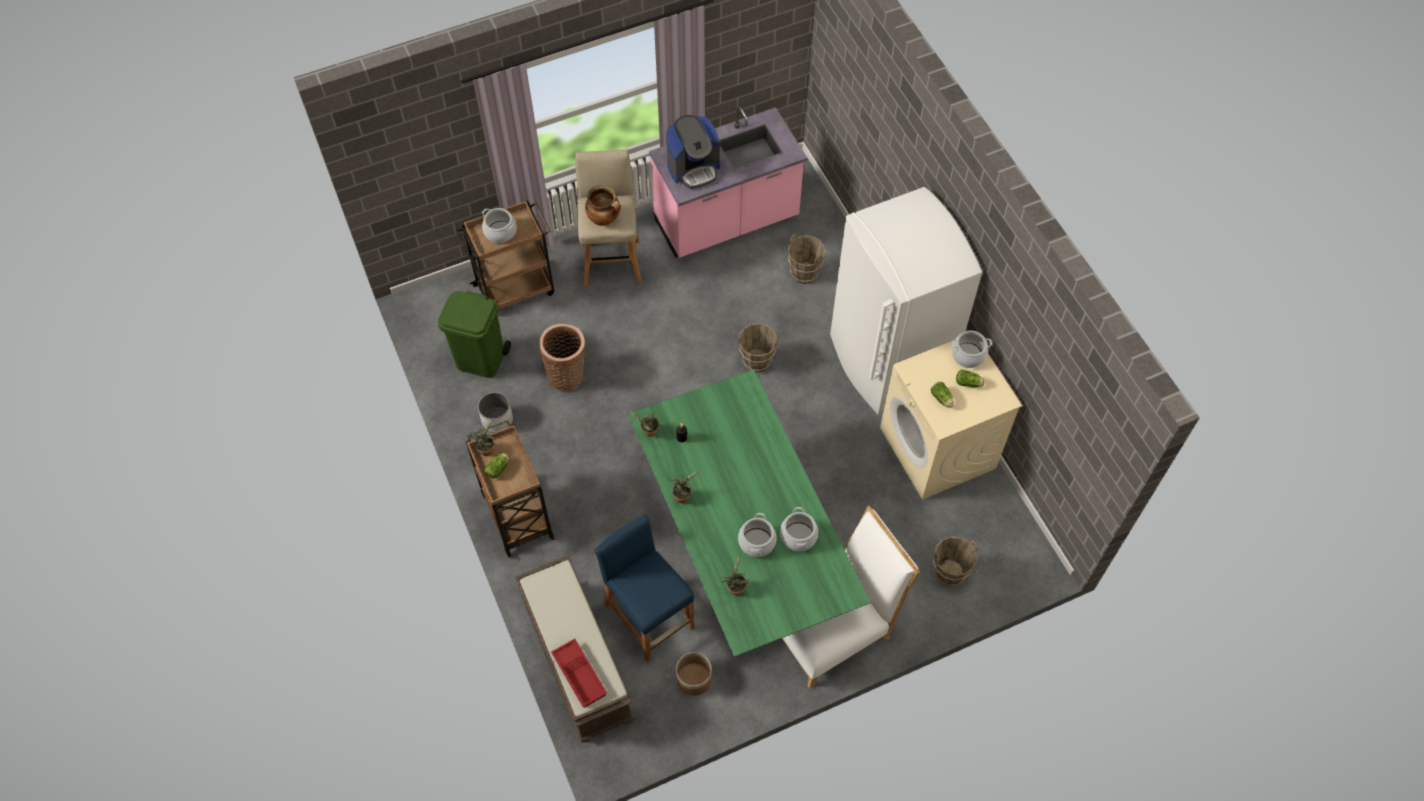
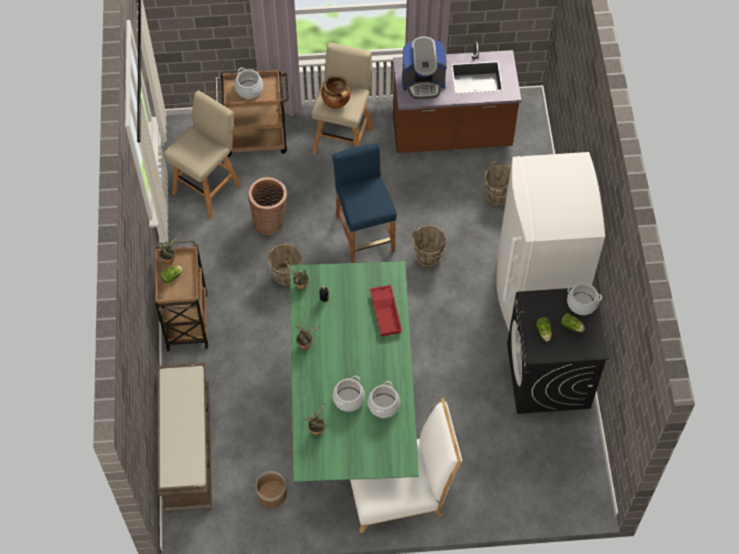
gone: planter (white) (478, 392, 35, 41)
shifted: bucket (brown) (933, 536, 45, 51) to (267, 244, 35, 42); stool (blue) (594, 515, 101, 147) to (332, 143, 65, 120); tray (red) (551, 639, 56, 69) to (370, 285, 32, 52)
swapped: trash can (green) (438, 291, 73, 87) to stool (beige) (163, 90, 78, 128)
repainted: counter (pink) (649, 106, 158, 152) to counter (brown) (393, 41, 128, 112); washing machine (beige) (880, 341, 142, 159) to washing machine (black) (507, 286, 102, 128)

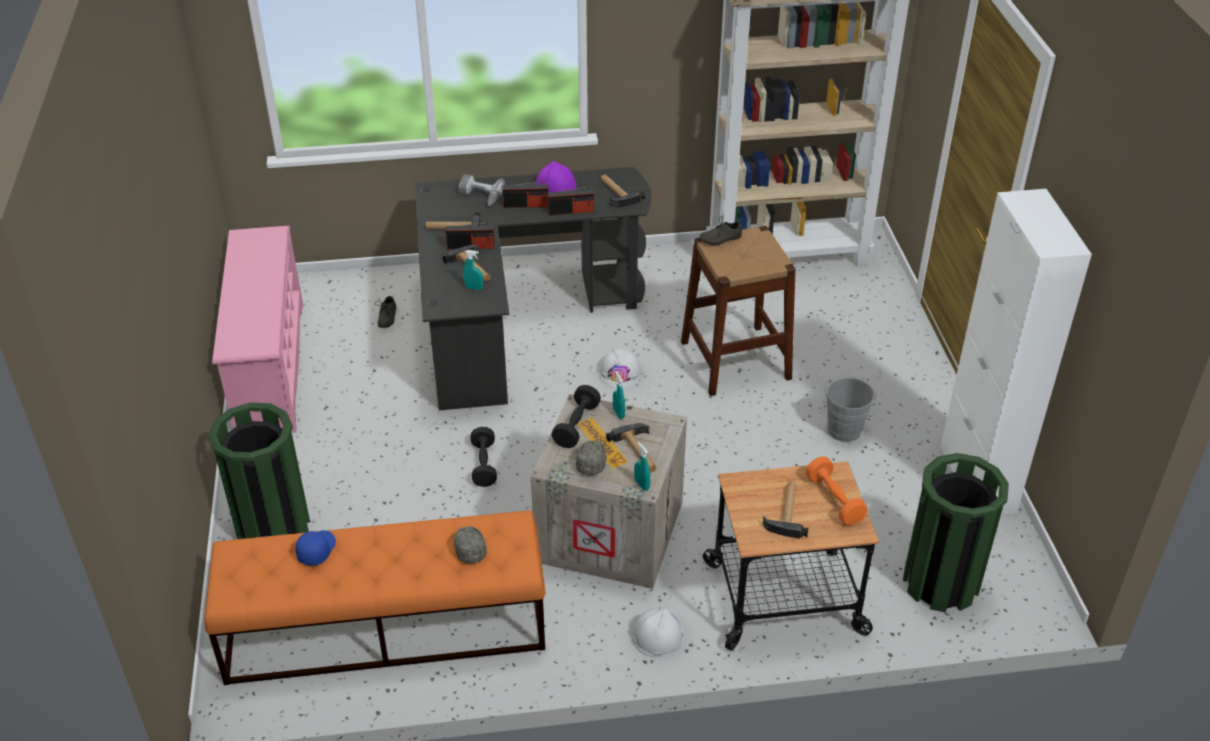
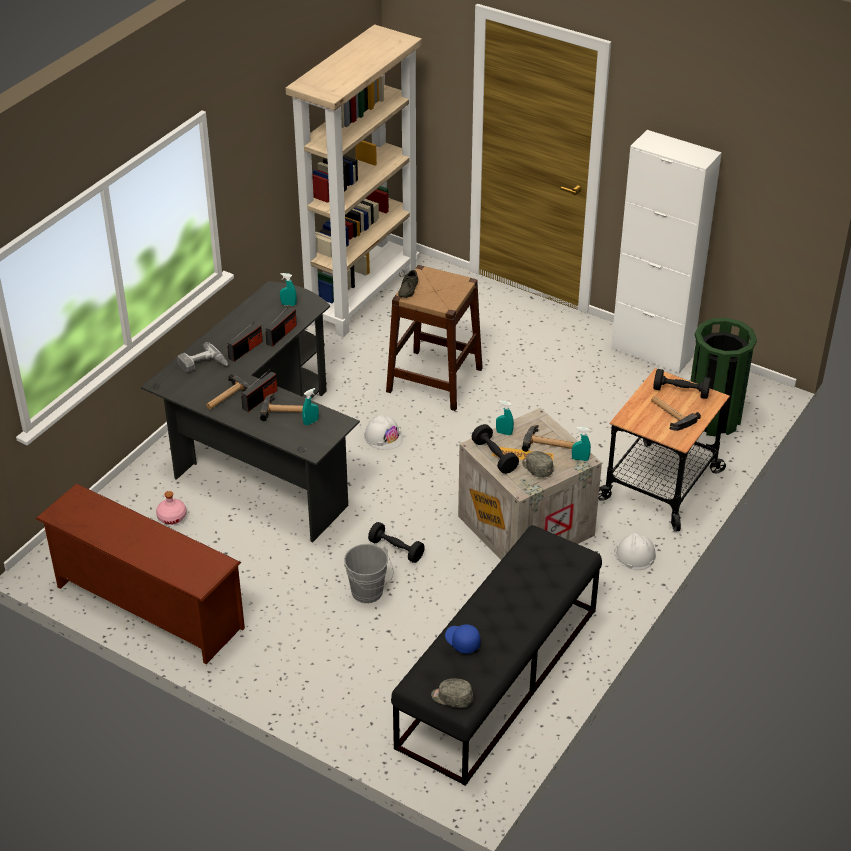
gone: trash can (green) (208, 403, 102, 136); hard hat (purple) (534, 161, 43, 31)
shifted: bucket (grey) (824, 377, 53, 65) to (344, 544, 49, 60); cap (grey) (454, 526, 33, 38) to (431, 679, 42, 29)
swapped: shoe (grey) (375, 296, 21, 32) to bottle (pink) (156, 491, 31, 34); hammer (601, 174, 44, 34) to spray bottle (turquoise) (280, 273, 17, 33)
repainted: shoe rack (pink) (212, 226, 91, 207) to shoe rack (brown) (35, 483, 210, 181); bench (orange) (204, 510, 342, 175) to bench (black) (391, 525, 211, 261); dumbbell (orange) (806, 456, 62, 69) to dumbbell (black) (653, 369, 58, 30)

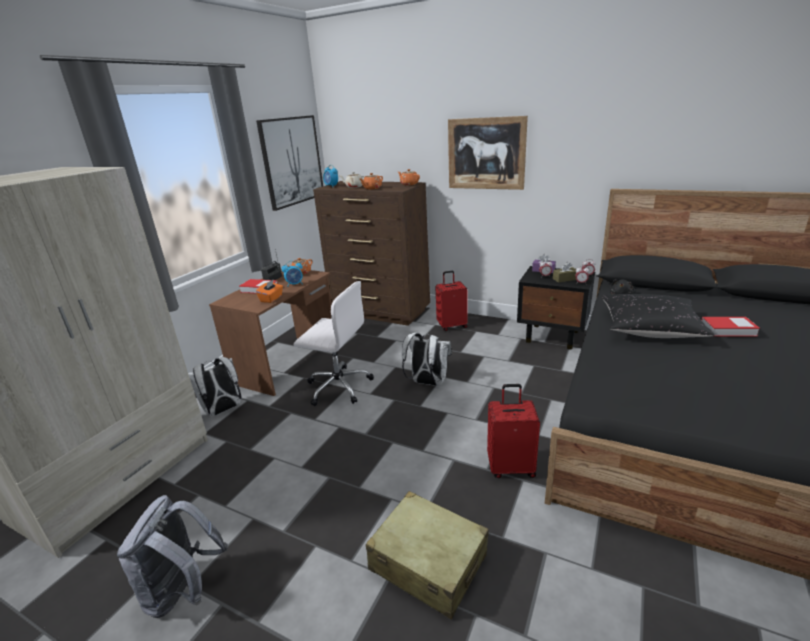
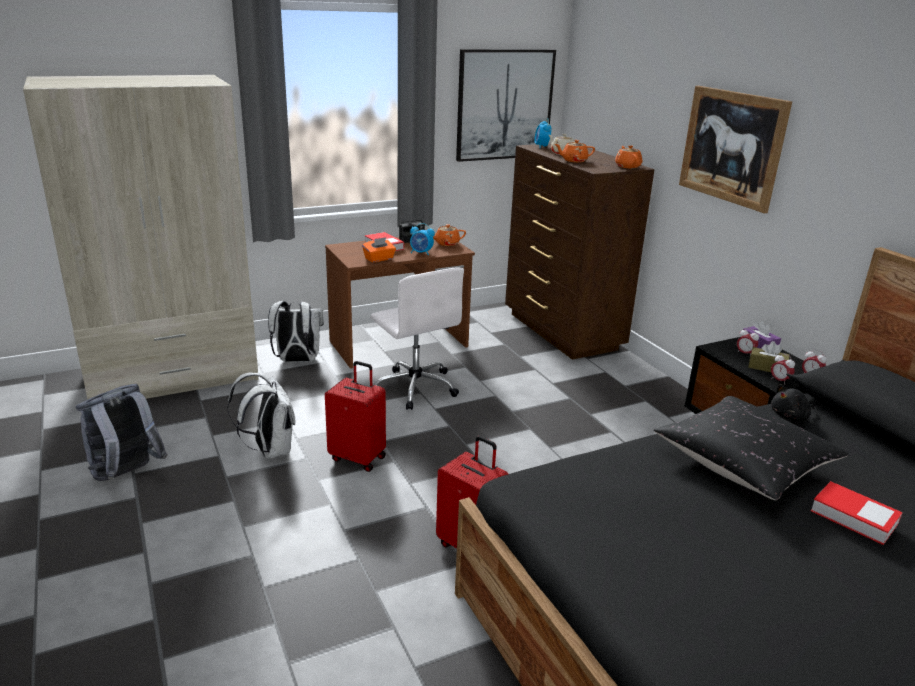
gone: suitcase (beige) (366, 491, 123, 129)
shifted: backpack (white) (402, 333, 50, 53) to (227, 372, 69, 87); suitcase (red) (435, 271, 32, 60) to (325, 361, 61, 111)

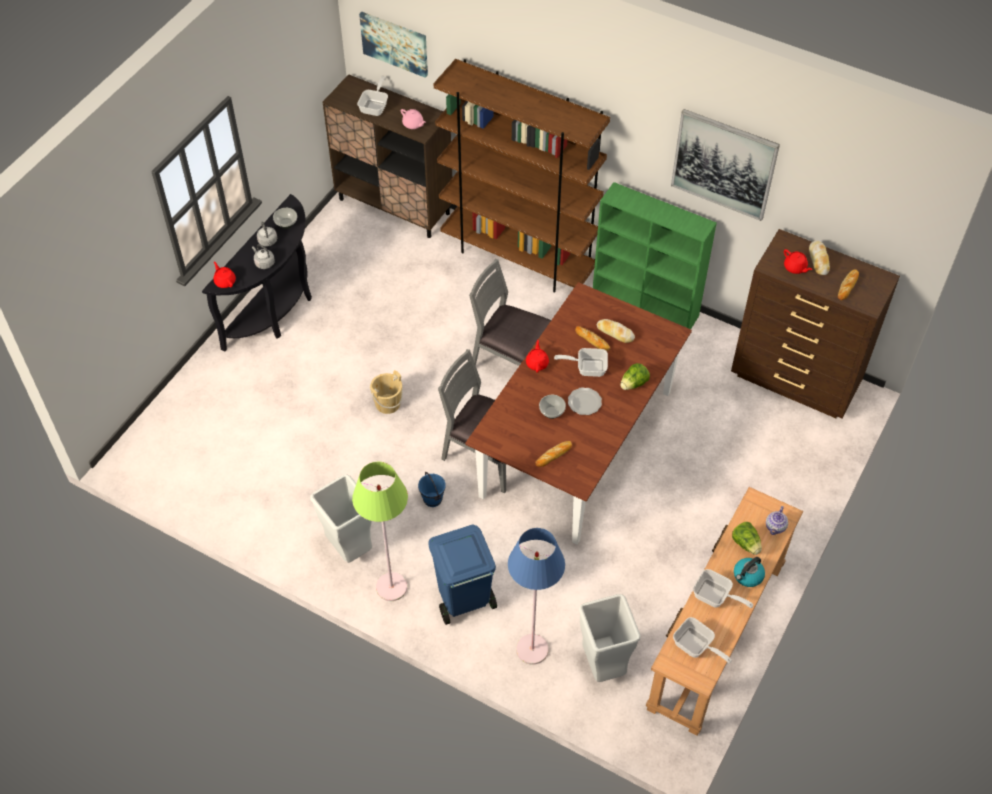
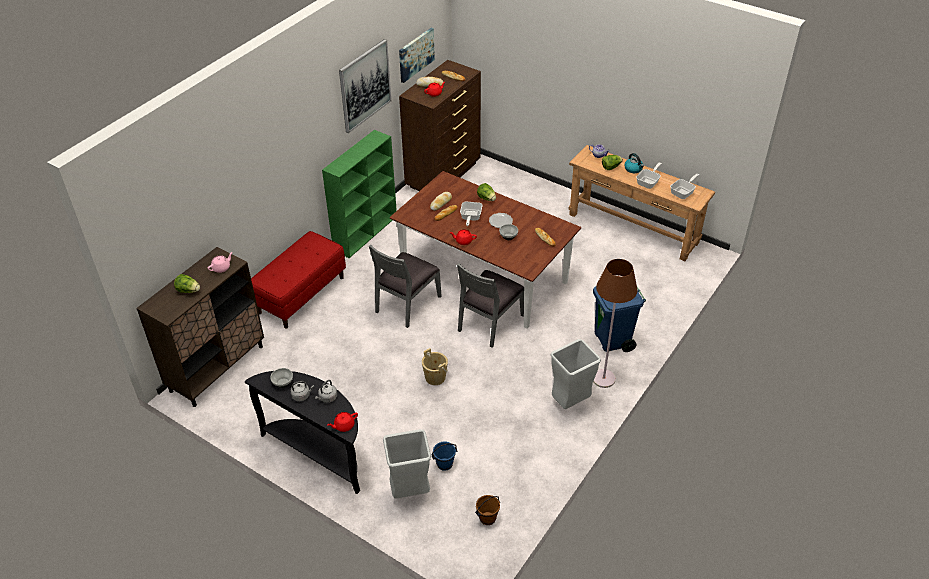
gone: floor lamp (blue) (508, 528, 57, 137)
new: bucket (brown) (475, 495, 26, 30)
shifted: trash can (grey) (579, 594, 62, 88) to (383, 429, 48, 70); picture (359, 12, 69, 66) to (399, 28, 36, 55); bucket (blue) (418, 472, 28, 35) to (432, 442, 25, 29)
swapped: frying pan (357, 76, 31, 40) to lettuce (174, 274, 26, 19); bookcase (brown) (433, 59, 177, 234) to bench (red) (251, 231, 95, 98)
repainted: floor lamp (green) (352, 462, 56, 139) to floor lamp (brown) (593, 259, 44, 129)

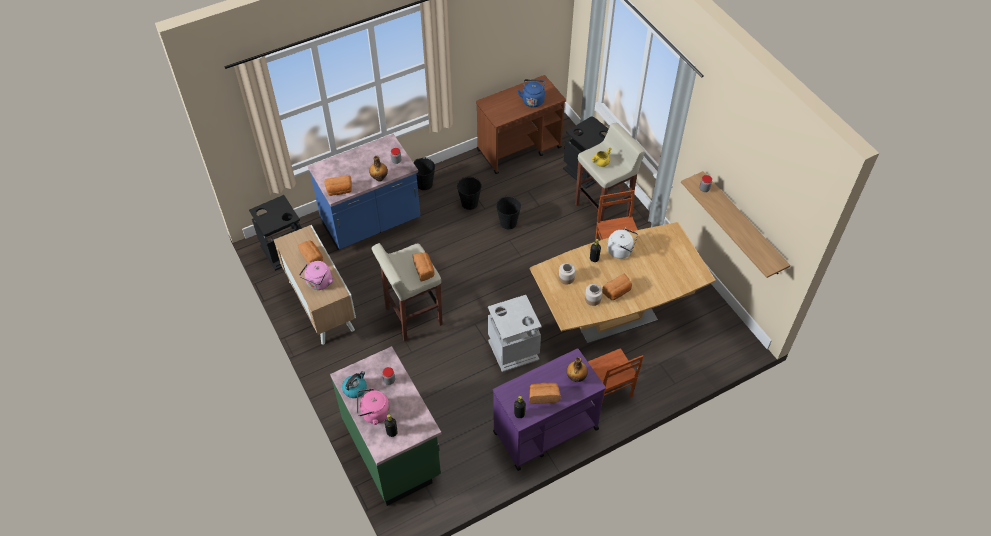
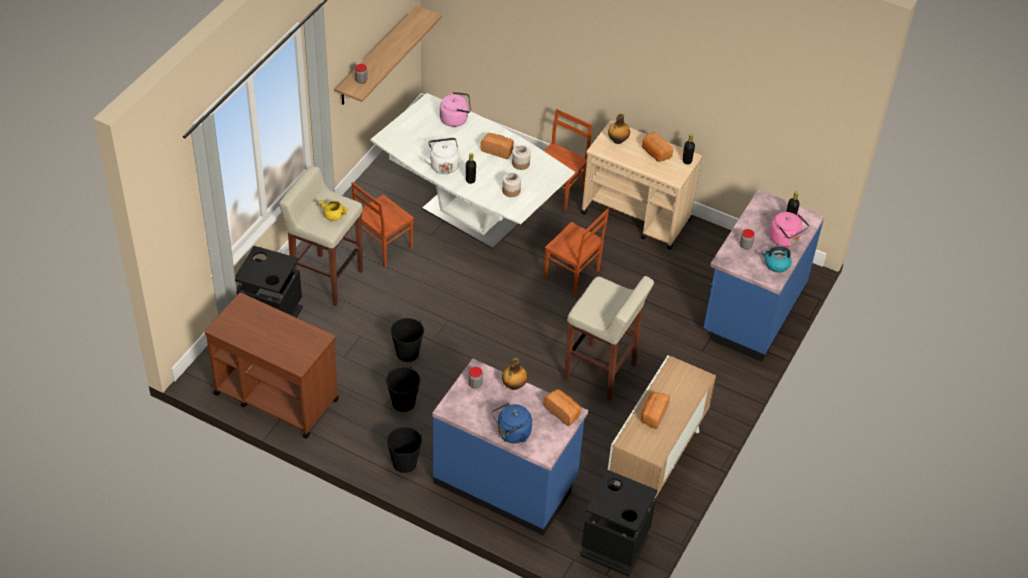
gone: bread (413, 252, 22, 29)
shifted: kettle (pink) (299, 261, 35, 29) to (440, 92, 31, 35); kettle (blue) (517, 79, 28, 28) to (492, 403, 40, 41)
swapped: trash can (grey) (488, 295, 54, 77) to chair (brown) (544, 209, 65, 86)
repainted: dining table (brown) (530, 222, 186, 122) to dining table (white) (370, 93, 205, 156); cart (purple) (492, 348, 114, 123) to cart (beige) (581, 120, 122, 130); counter (green) (330, 346, 111, 160) to counter (blue) (703, 190, 122, 172)

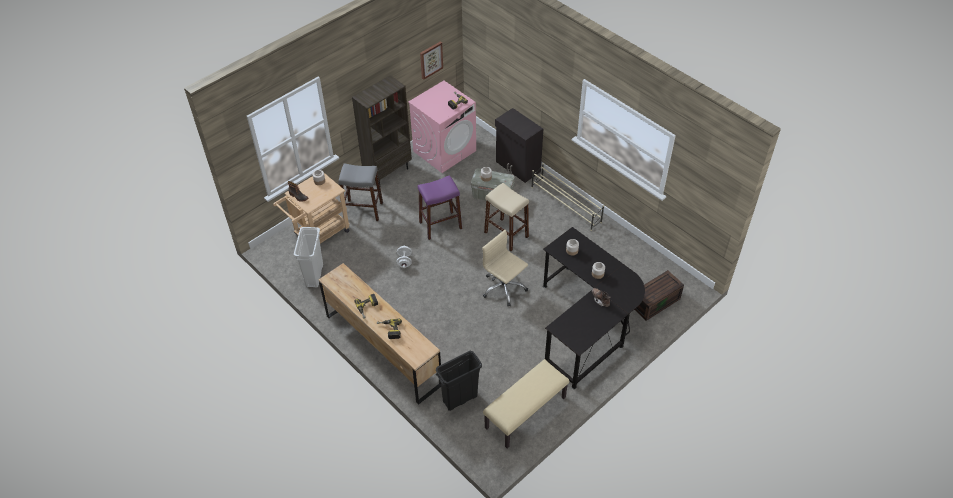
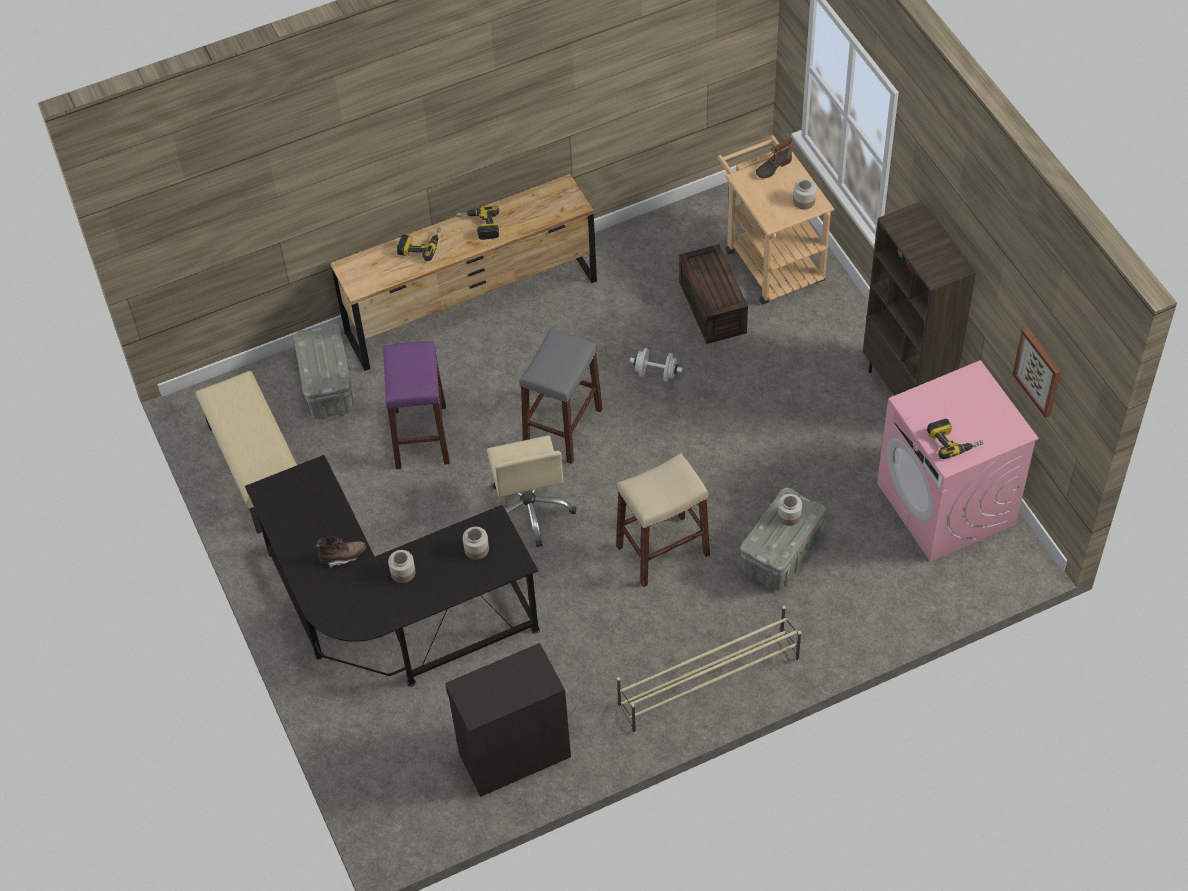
gone: trash can (white) (294, 227, 29, 61)
shifted: stool (purple) (418, 175, 44, 65) to (383, 341, 67, 128); cabinet (black) (495, 108, 48, 75) to (445, 643, 126, 154); stool (grey) (338, 163, 45, 58) to (519, 328, 84, 136); storage box (brown) (634, 270, 50, 51) to (679, 244, 69, 100)
swapped: trash can (black) (436, 351, 46, 60) to storage box (grey) (293, 324, 61, 95)
rotated: office chair (beige) (482, 230, 46, 76) = (487, 435, 89, 112) 105 degrees clockwise

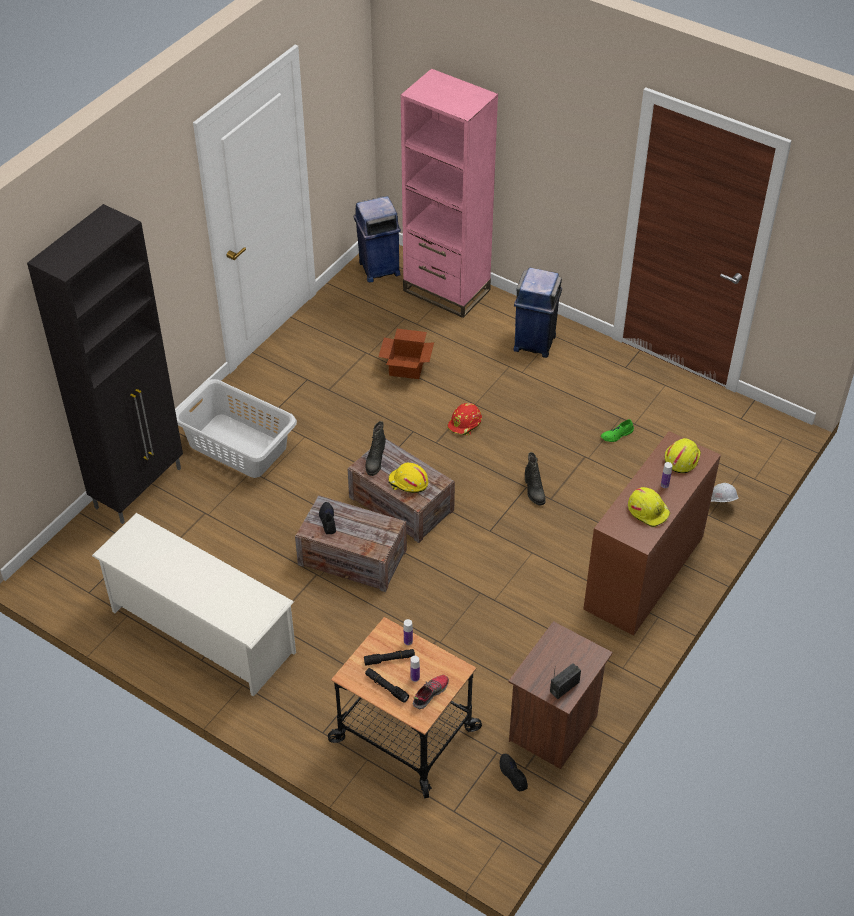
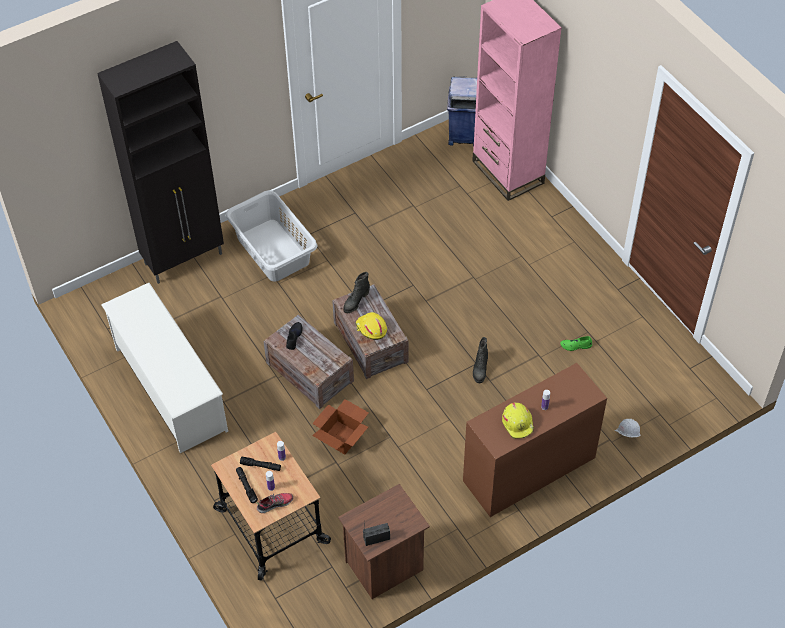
gone: hard hat (red) (447, 403, 35, 32); shoe (black) (500, 754, 28, 37); trash can (blue) (513, 268, 49, 90); hard hat (yellow) (665, 438, 36, 35)
shifted: cardboard box (379, 329, 55, 50) to (312, 399, 57, 56)

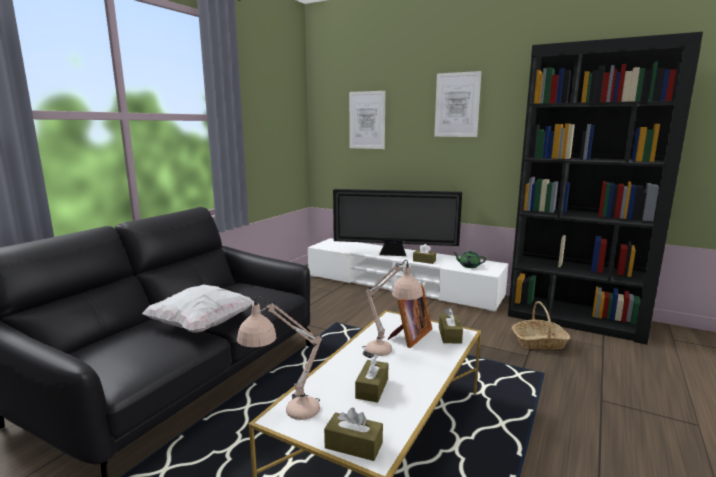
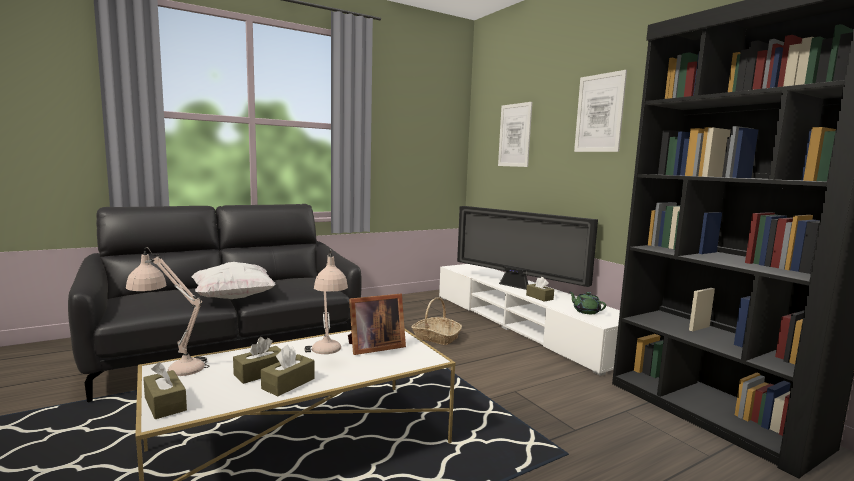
shifted: tissue box (brown) (439, 308, 24, 36) to (261, 345, 54, 51); basket (512, 301, 58, 48) to (411, 298, 51, 47)

